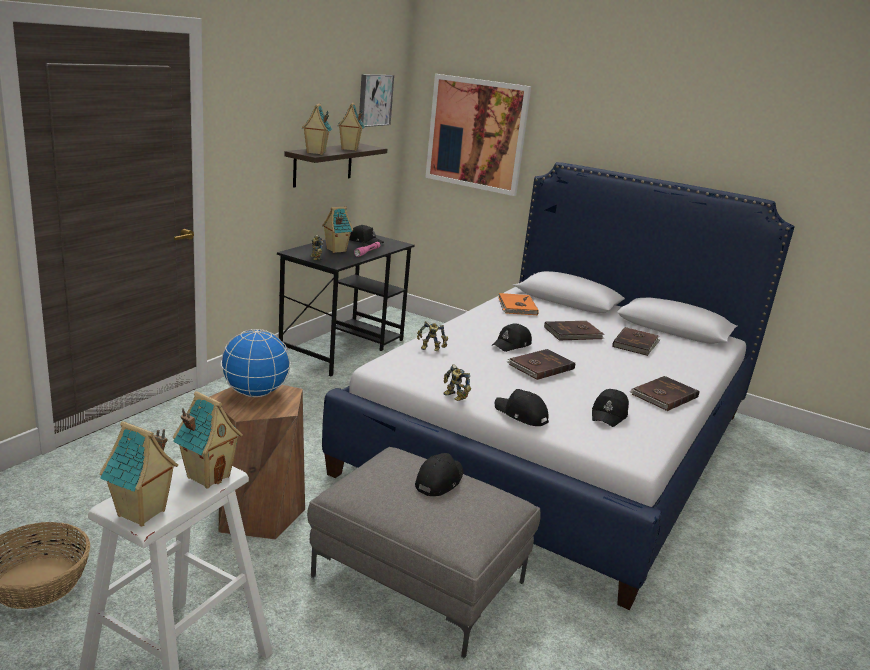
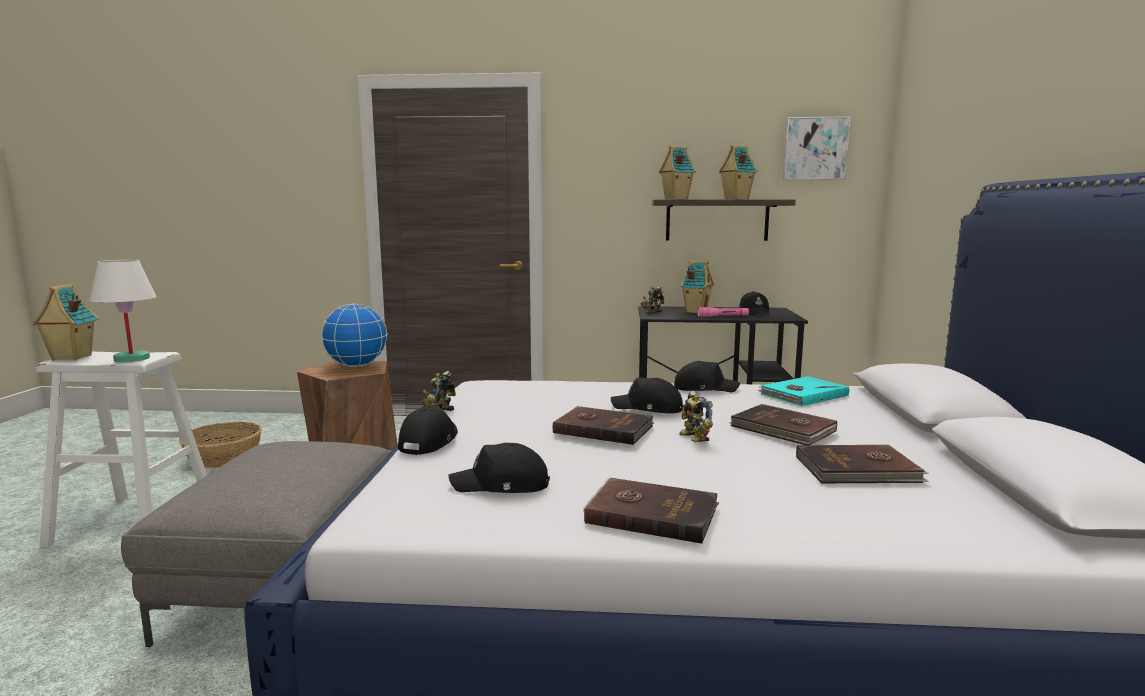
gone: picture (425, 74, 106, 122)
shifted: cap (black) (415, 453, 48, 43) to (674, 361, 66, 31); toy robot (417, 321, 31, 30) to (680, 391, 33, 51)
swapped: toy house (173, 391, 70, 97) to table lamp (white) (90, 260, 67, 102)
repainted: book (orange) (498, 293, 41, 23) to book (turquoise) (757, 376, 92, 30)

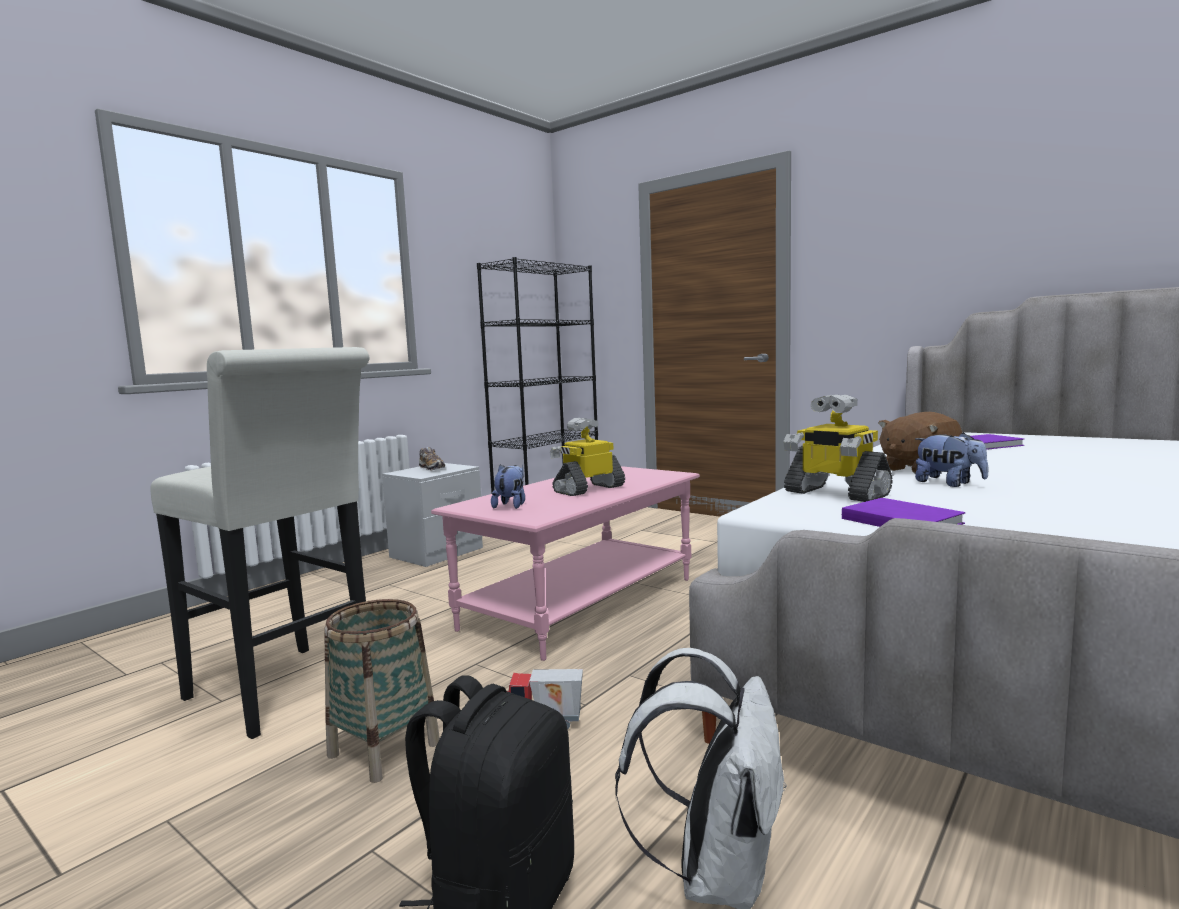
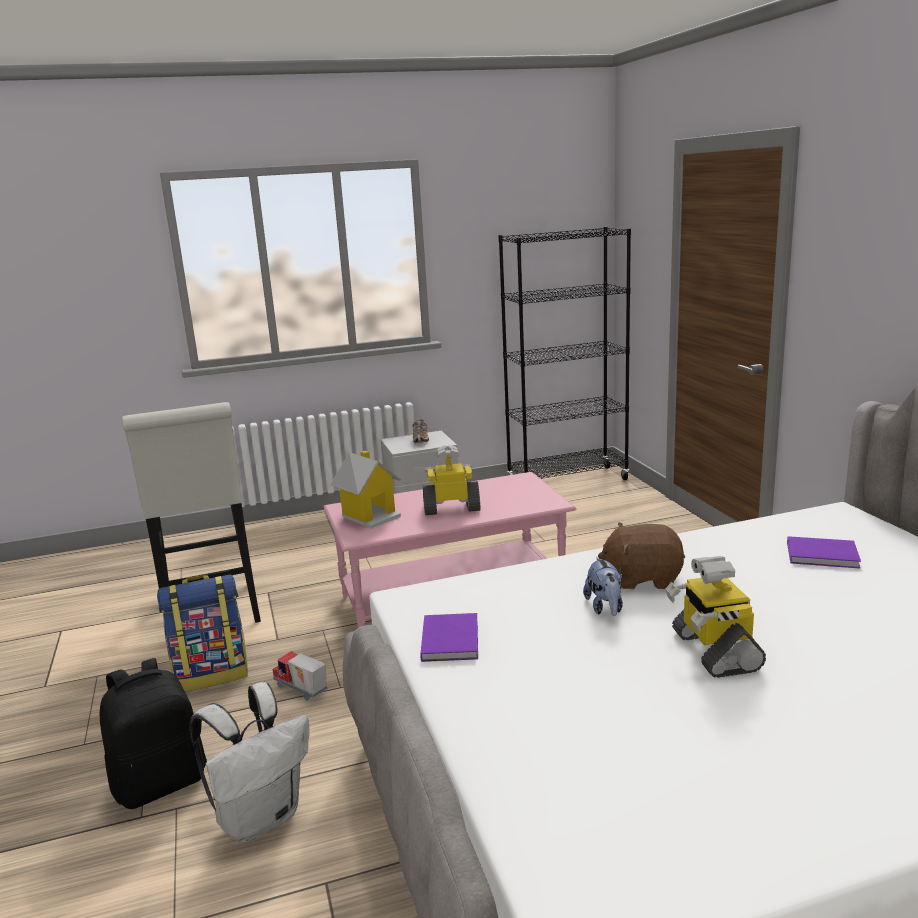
shifted: toy robot (783, 394, 109, 108) to (665, 556, 101, 122)
swapped: basket (324, 599, 116, 184) to backpack (157, 574, 91, 117); plush toy (491, 464, 34, 45) to toy house (330, 451, 71, 78)

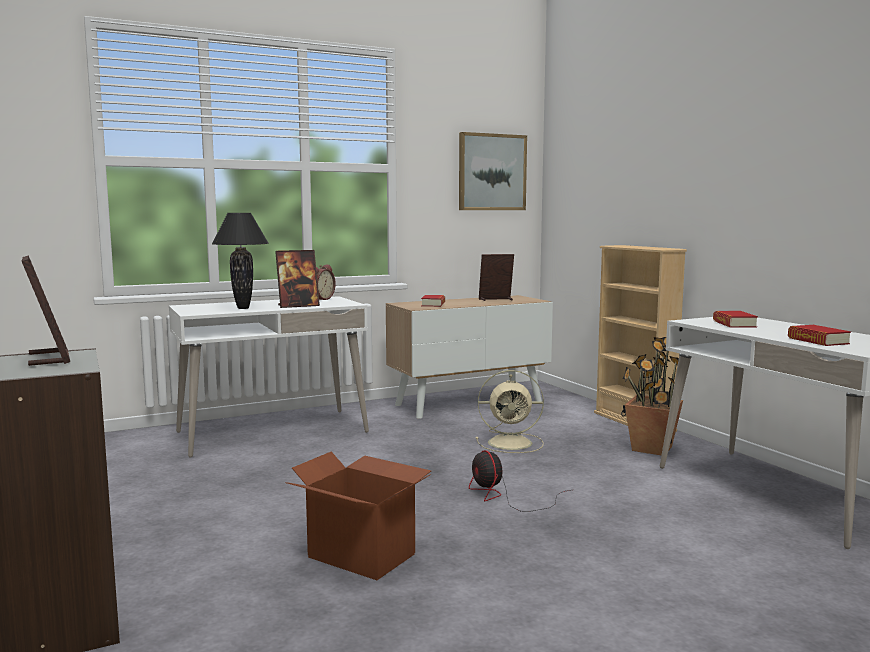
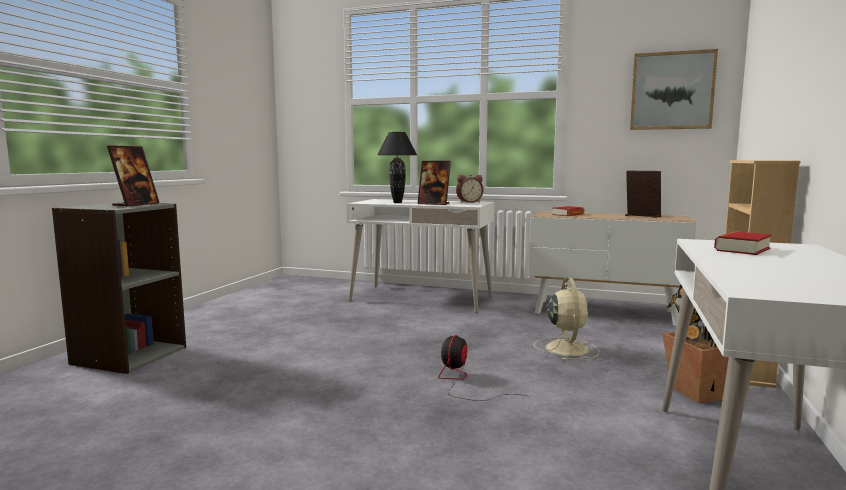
gone: cardboard box (285, 451, 146, 129); book (788, 325, 63, 21)
rotated: fan (beige) (476, 370, 68, 83) = (534, 277, 65, 84) 135 degrees counterclockwise

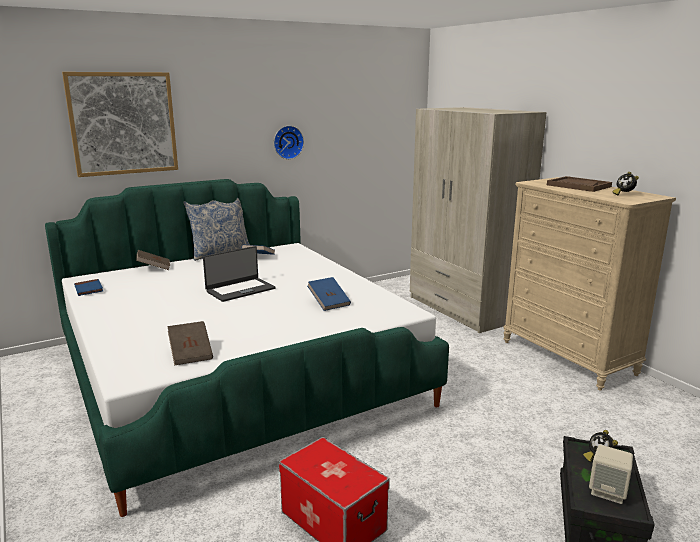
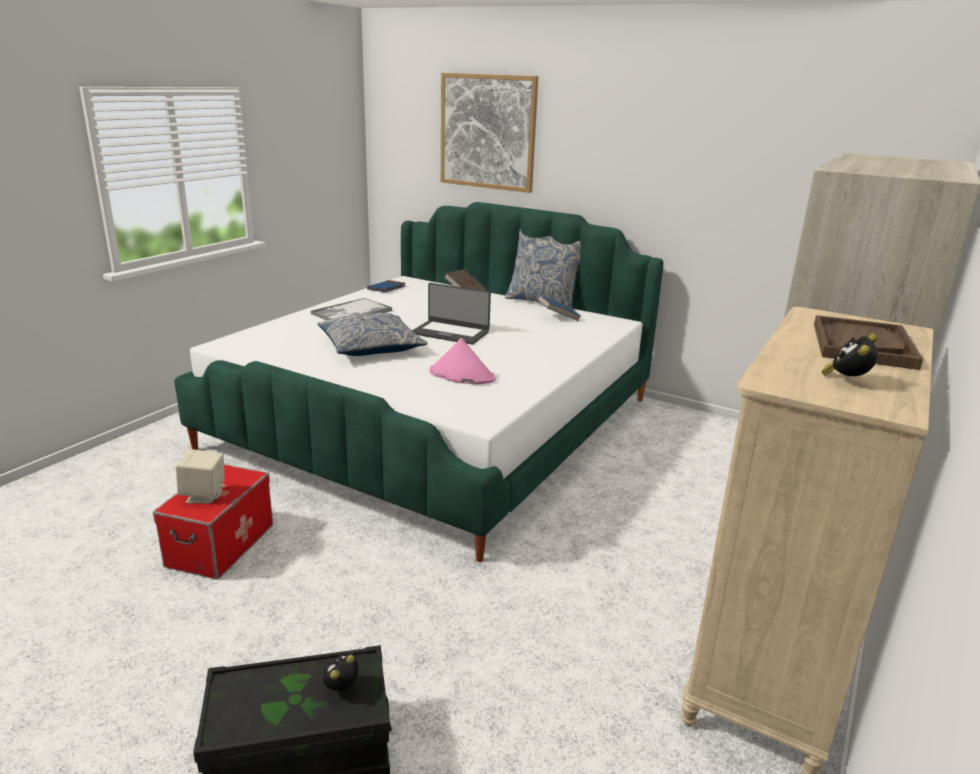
gone: book (brown) (167, 321, 46, 45); wall clock (274, 126, 30, 33)
new: tray (311, 298, 81, 22); pillow (317, 313, 110, 43)
shifted: speaker (beige) (589, 445, 44, 59) to (176, 449, 49, 54)
swapped: book (blue) (307, 277, 44, 34) to hat (pink) (429, 338, 67, 46)

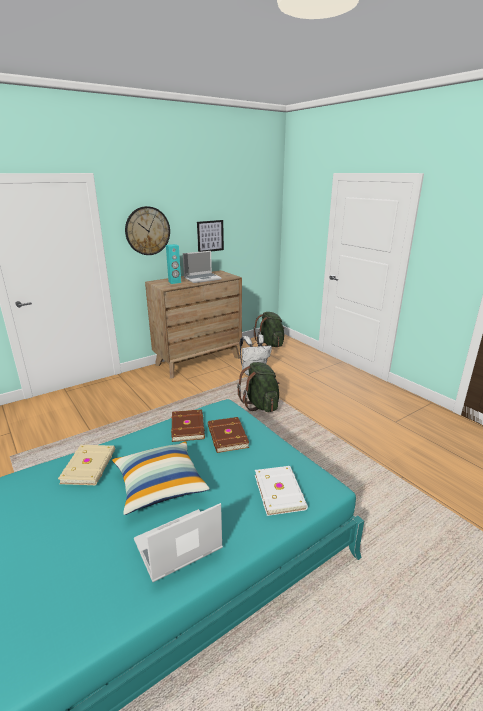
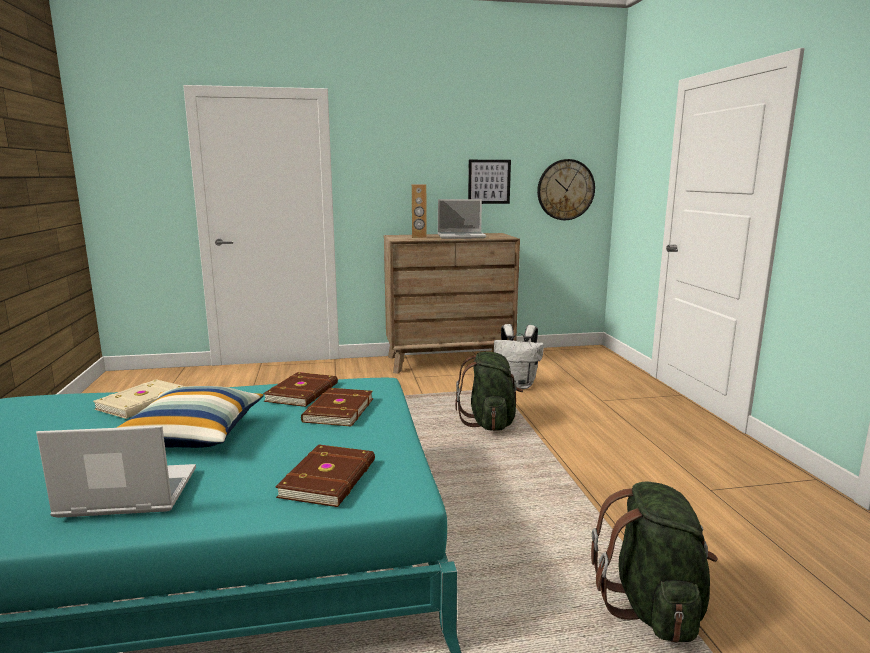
shifted: wall clock (125, 206, 45, 49) to (537, 159, 58, 61); backpack (green) (254, 312, 31, 35) to (591, 481, 127, 162)
repainted: book (white) (255, 466, 53, 50) to book (brown) (275, 444, 100, 63); speaker (turquoise) (166, 244, 15, 40) to speaker (brown) (412, 184, 15, 54)

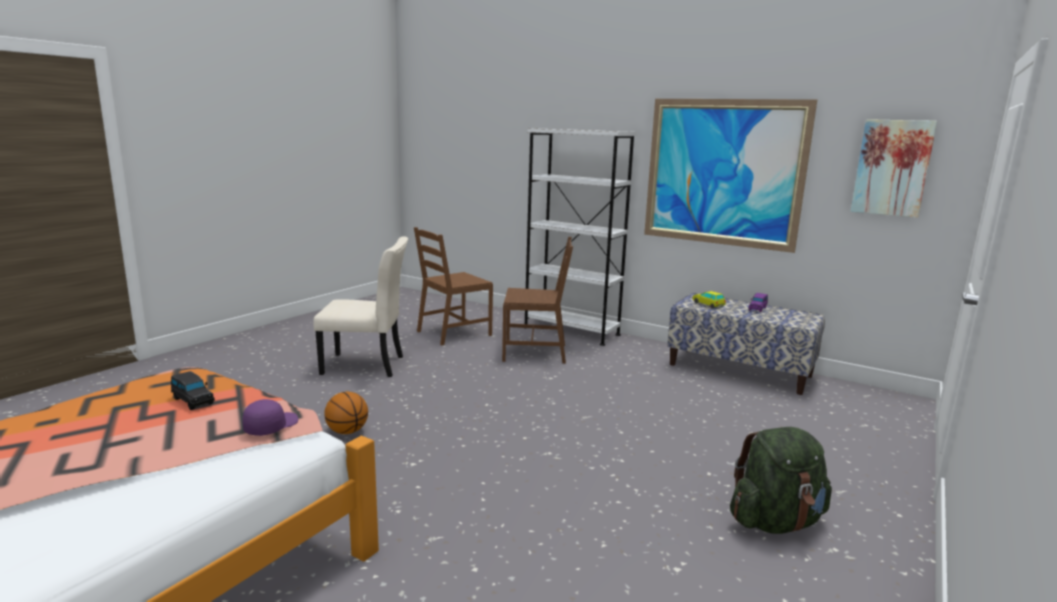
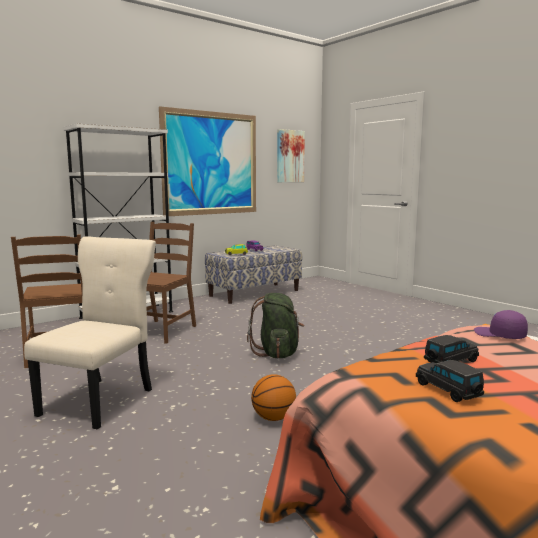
new: toy car (black) (416, 360, 68, 42)
shifted: backpack (green) (730, 427, 102, 107) to (247, 293, 58, 66)

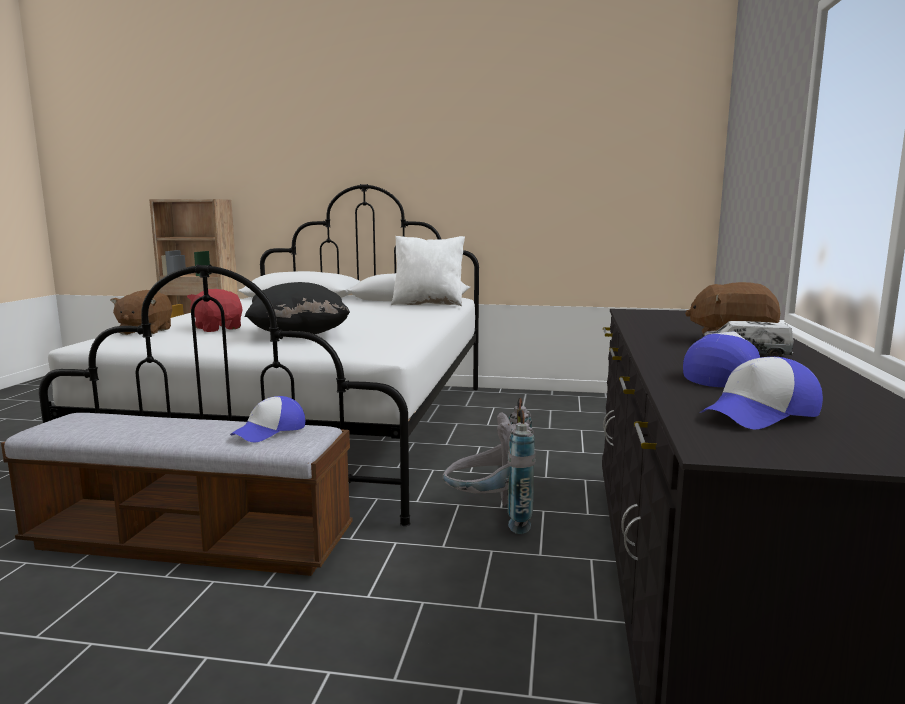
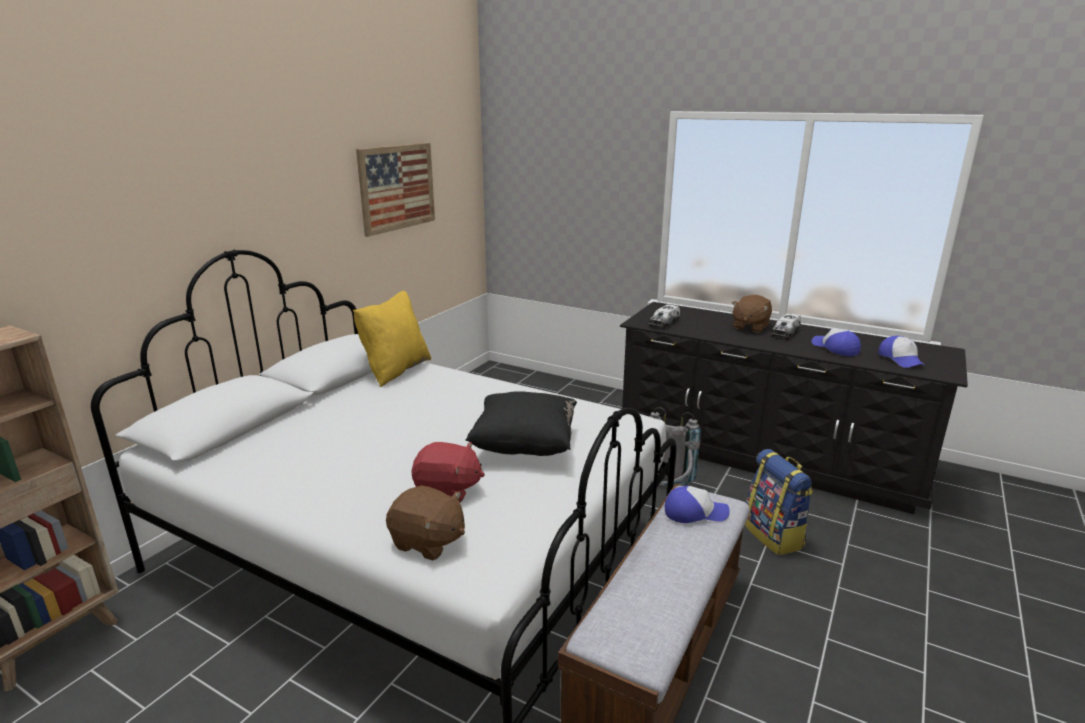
new: picture (356, 143, 79, 94); toy truck (649, 304, 31, 25); backpack (745, 449, 68, 106)
repainted: pillow (white) (391, 236, 74, 70) to pillow (yellow) (353, 291, 78, 96)
rotated: plush toy (red) (187, 289, 56, 43) = (411, 442, 74, 60) 150 degrees counterclockwise; cap (230, 396, 75, 46) = (665, 486, 65, 37) 60 degrees counterclockwise

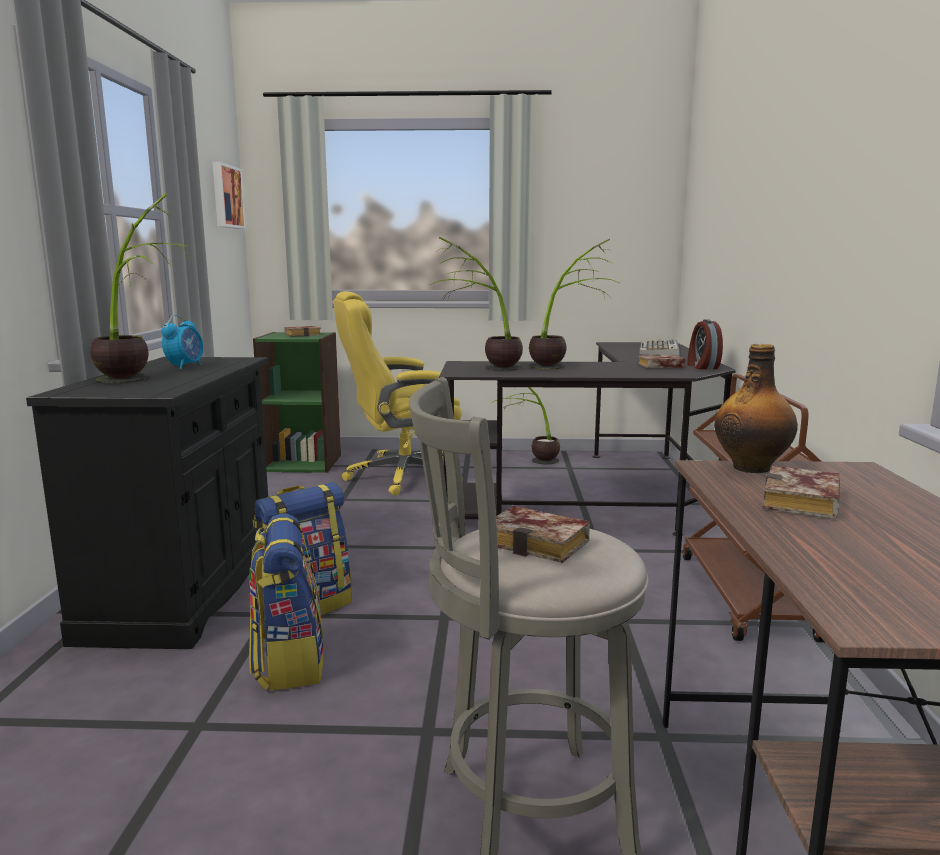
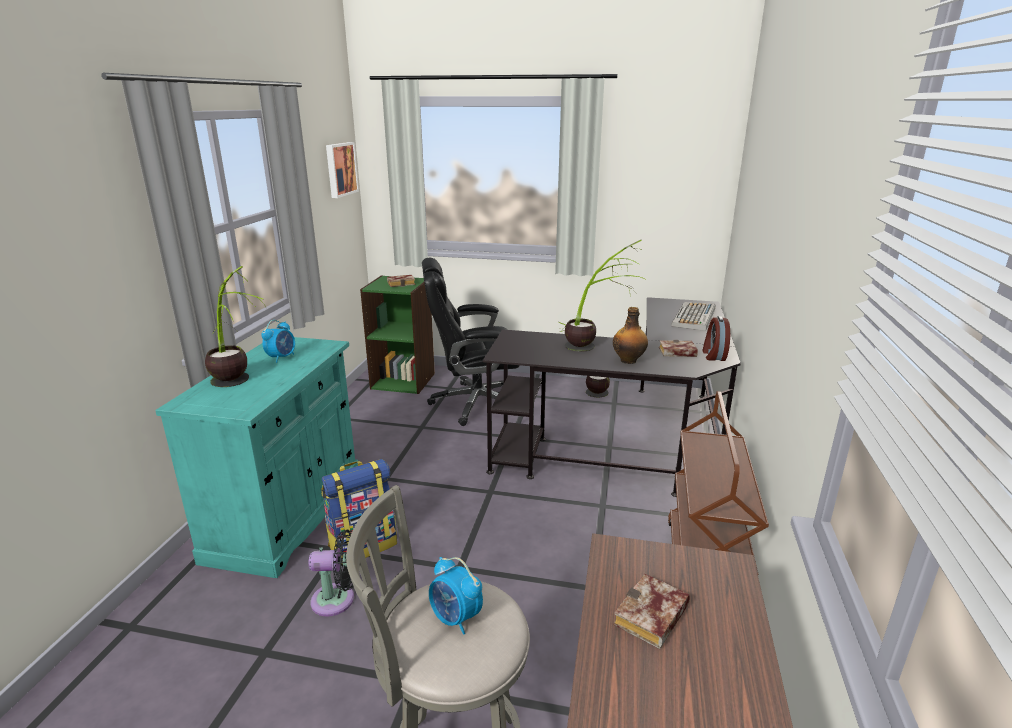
gone: potted plant (429, 237, 94, 134)
shifted: bottle (714, 344, 84, 129) to (613, 307, 35, 57)
swapped: backpack (249, 513, 76, 178) to fan (black) (309, 530, 45, 87); book (496, 506, 94, 57) to alarm clock (429, 557, 54, 78)
repainted: cabinet (black) (26, 357, 242, 292) to cabinet (turquoise) (155, 337, 203, 241); office chair (yellow) (333, 291, 129, 205) to office chair (black) (422, 258, 98, 168)

